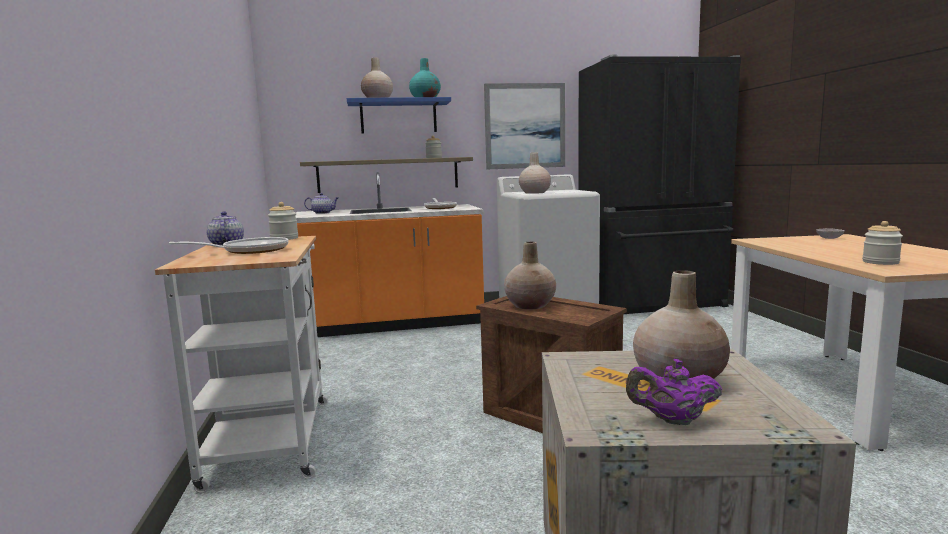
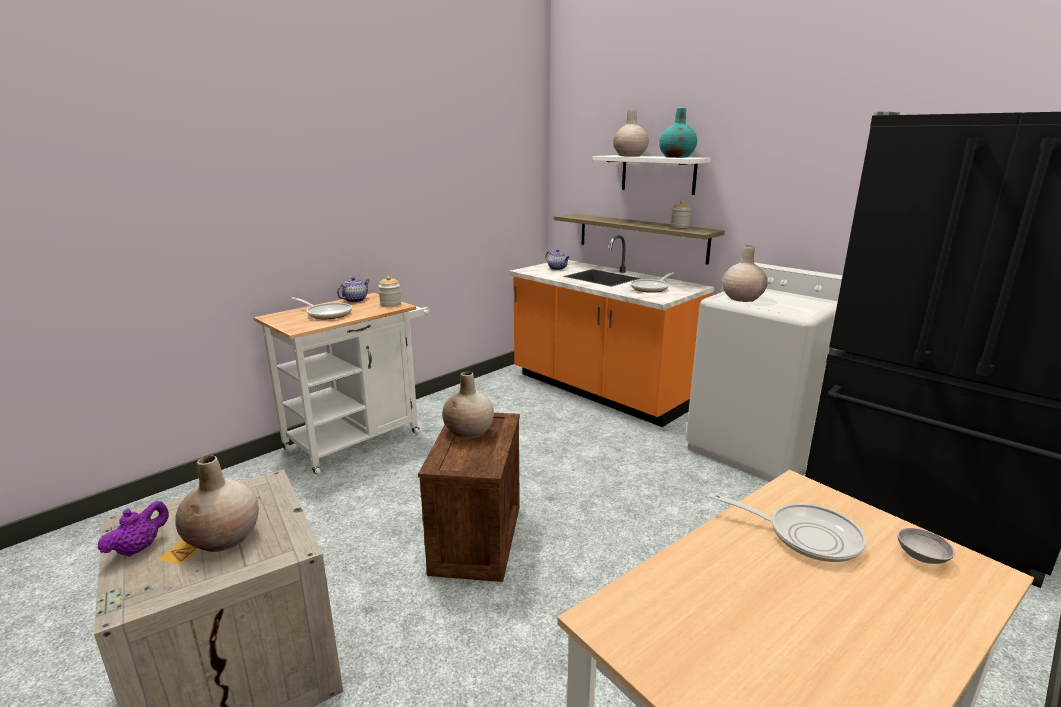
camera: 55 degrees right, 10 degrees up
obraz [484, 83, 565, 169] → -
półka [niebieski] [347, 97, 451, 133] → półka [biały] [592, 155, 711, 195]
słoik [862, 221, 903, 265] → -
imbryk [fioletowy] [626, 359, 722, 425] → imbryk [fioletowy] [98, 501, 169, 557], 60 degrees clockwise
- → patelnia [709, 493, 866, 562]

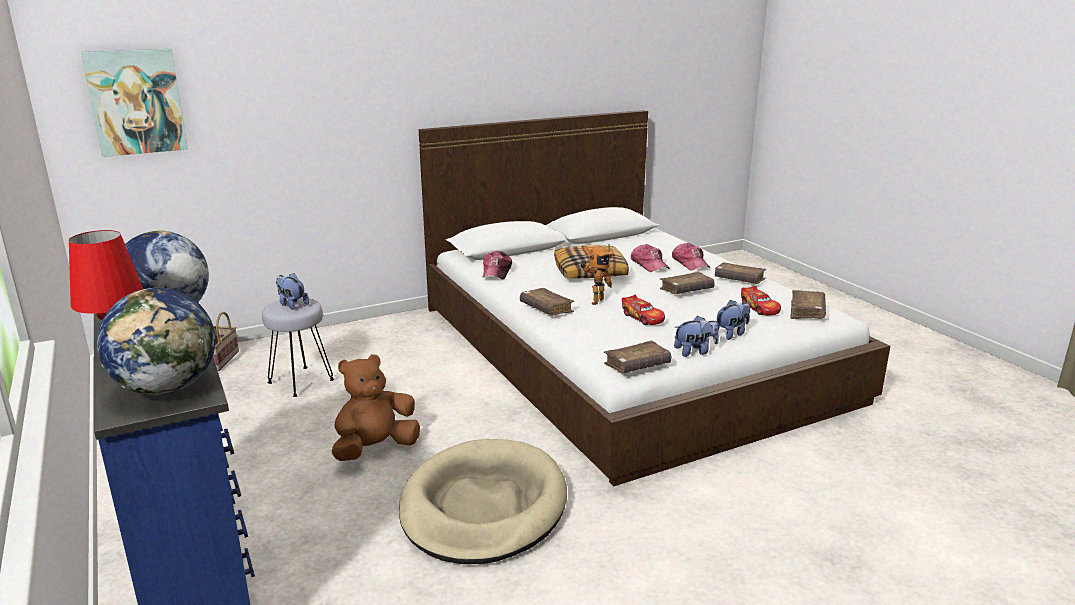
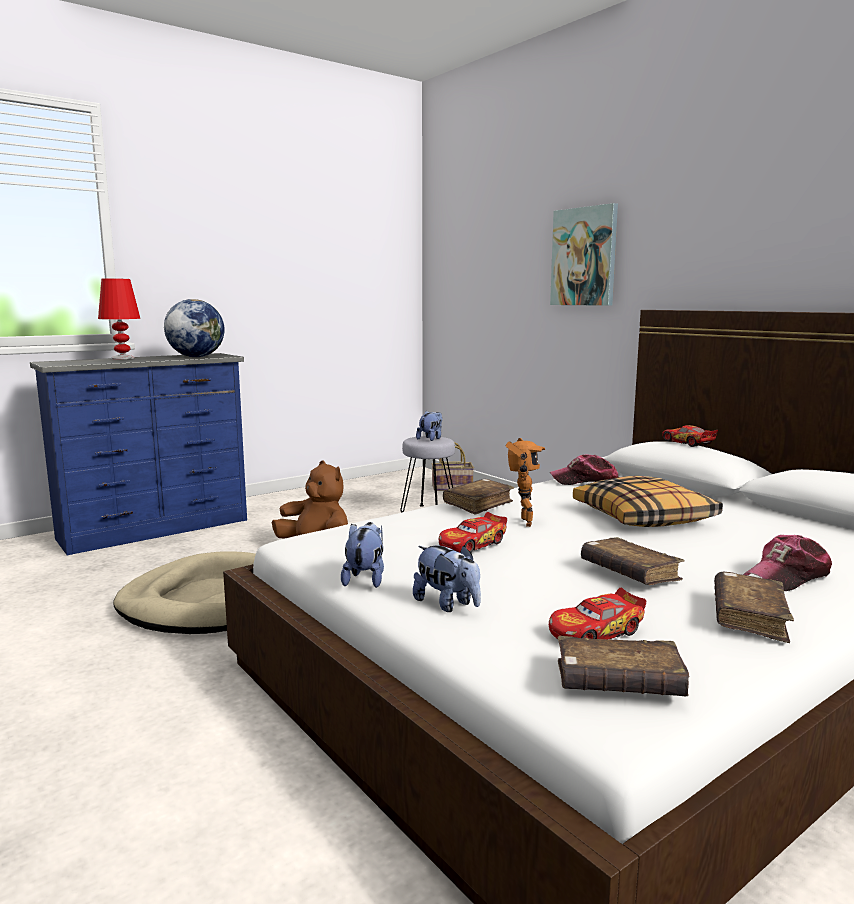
camera: 80 degrees right, 10 degrees down
obraz [80, 49, 188, 157] → obraz [550, 203, 618, 306], move
robot zabawkowy [581, 244, 615, 305] → robot zabawkowy [506, 438, 545, 527], 120 degrees counterclockwise
czapka z daszkiem [631, 244, 670, 272] → -
globus [97, 288, 215, 395] → -
pluszak [674, 316, 719, 357] → pluszak [341, 522, 384, 588], 150 degrees counterclockwise
książka [brązowy] [604, 340, 671, 373] → -
- → samochodzik [662, 425, 718, 447]

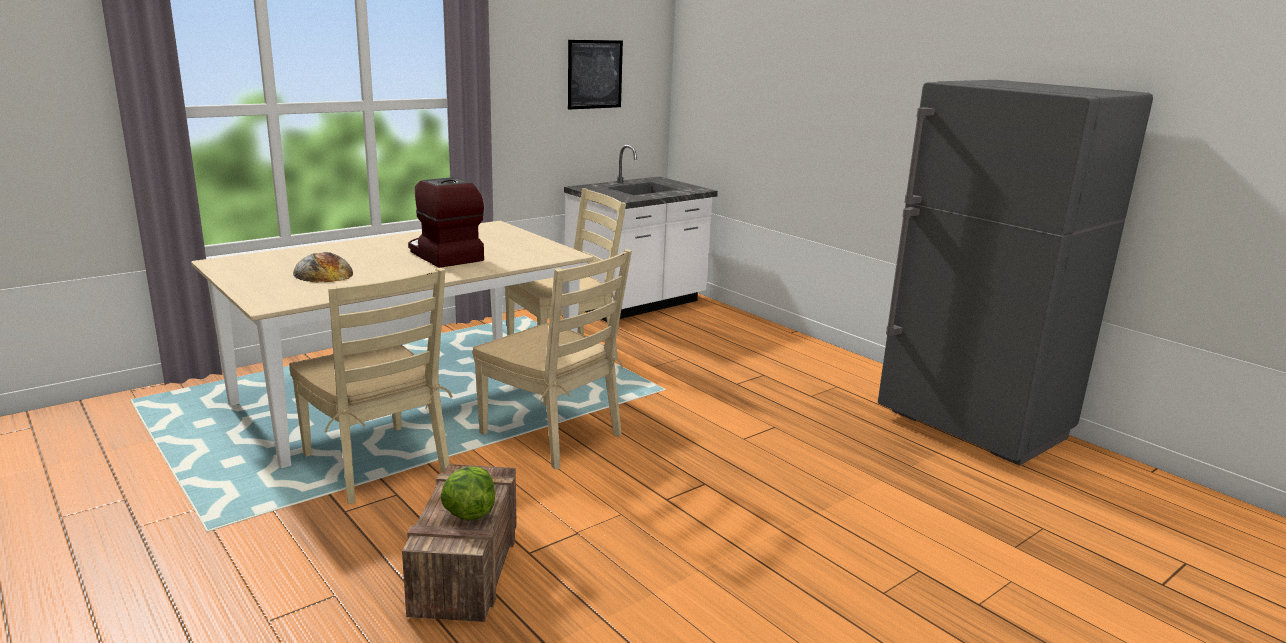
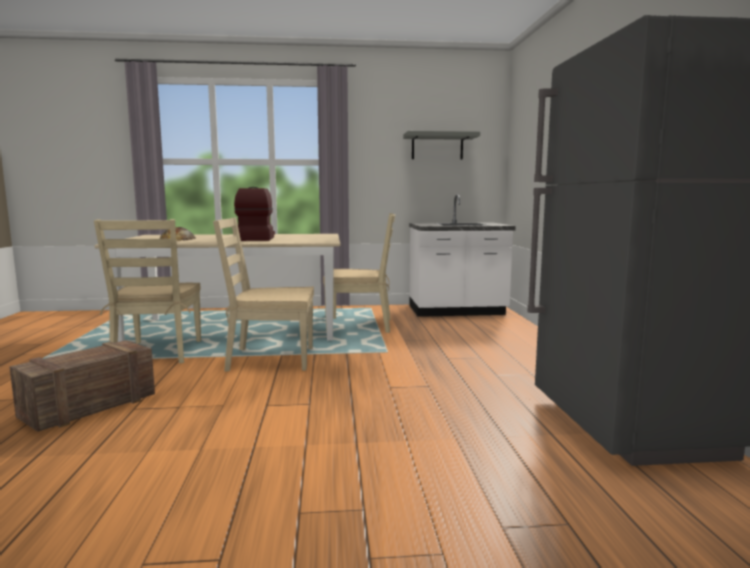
camera: 35 degrees right, 10 degrees down
obraz [568, 40, 623, 110] → półka [szary] [403, 131, 480, 160]
krzesło [beżowy] [473, 249, 632, 470] → krzesło [beżowy] [213, 217, 314, 372], 105 degrees clockwise
sałata [440, 467, 495, 520] → -

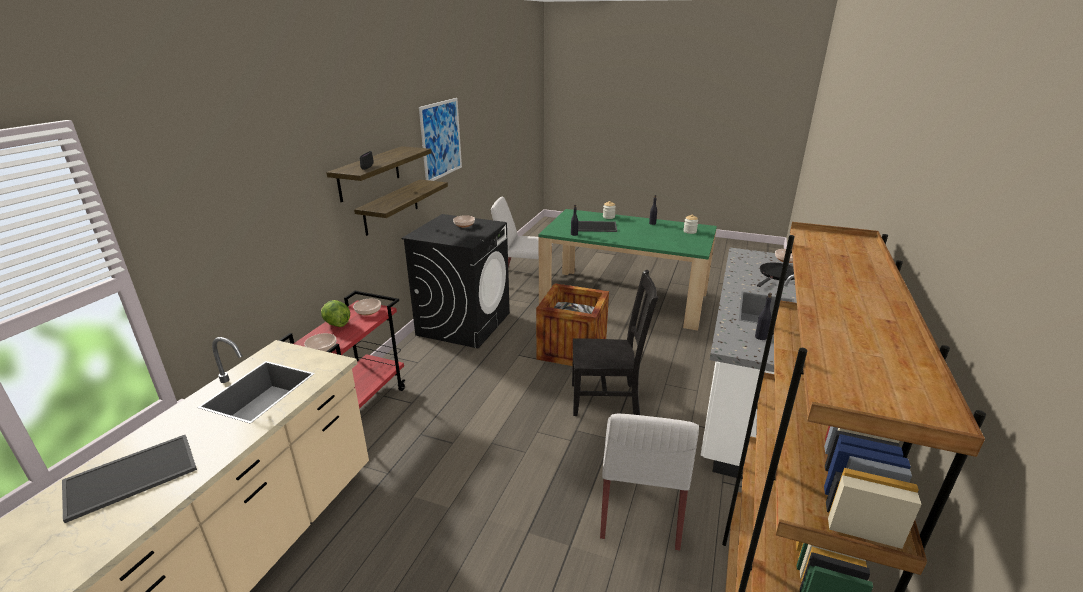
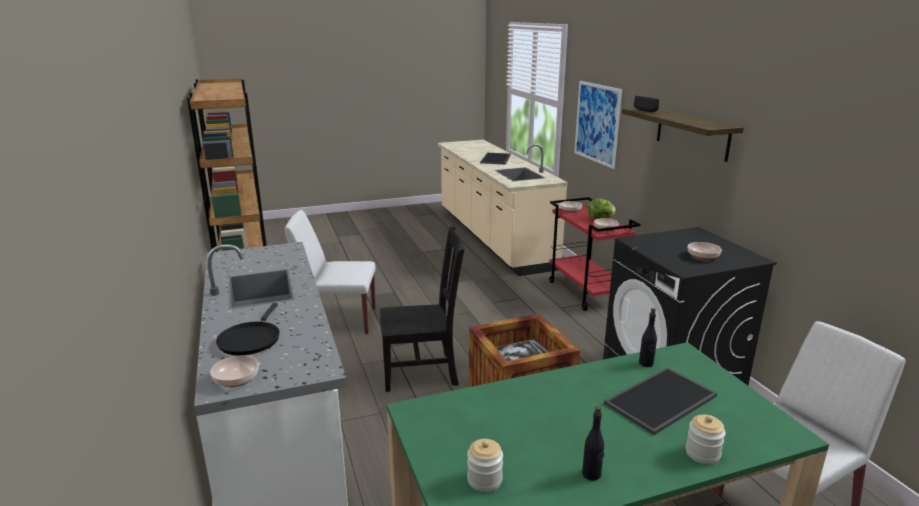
camera: 140 degrees right, 5 degrees down
obraz [419, 98, 462, 181] → obraz [574, 81, 622, 169], move
półka [354, 180, 448, 236] → -
krzesło [czarny] [572, 270, 658, 416] → krzesło [czarny] [380, 226, 465, 392], 150 degrees counterclockwise
butelka [czarny] [755, 293, 772, 340] → -
krzesło [biały] [600, 413, 699, 551] → krzesło [biały] [285, 210, 376, 334], 60 degrees counterclockwise

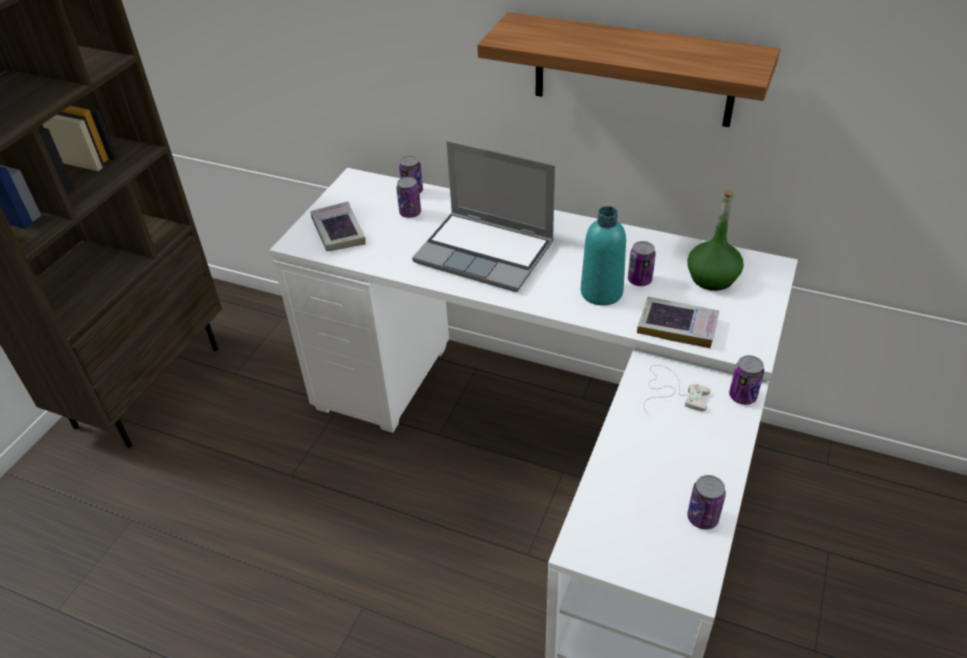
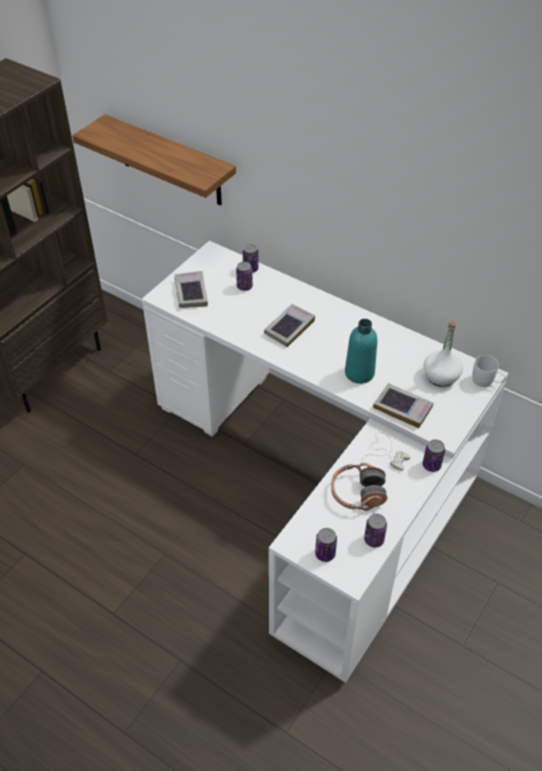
camera: 10 degrees right, 5 degrees up
półka [477, 12, 780, 127] → półka [72, 114, 236, 206], move
laptop [412, 141, 555, 292] → książka [264, 304, 315, 347]
butelka [zielony] [687, 189, 744, 291] → butelka [biały] [423, 321, 463, 387]
puszka [628, 241, 656, 286] → puszka [315, 528, 337, 562], move
- → kubek [biały] [472, 355, 506, 387]
- → słuchawki [331, 463, 387, 511]

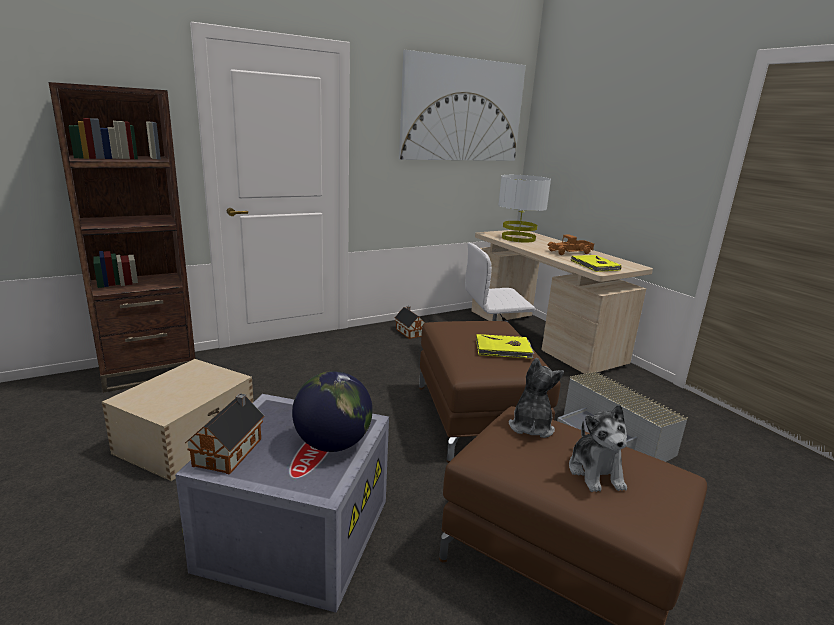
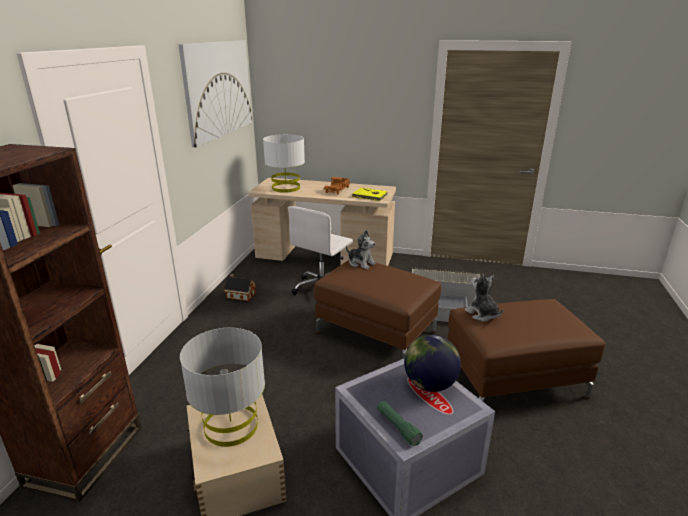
camera: 45 degrees left, 5 degrees up
książka [żółty] [476, 334, 534, 359] → -
domek [185, 393, 264, 475] → latarka [zielony] [377, 401, 423, 446]
pluszak [569, 405, 627, 492] → pluszak [346, 230, 376, 269], move
- → lampa stołowa [szary] [180, 328, 265, 447]

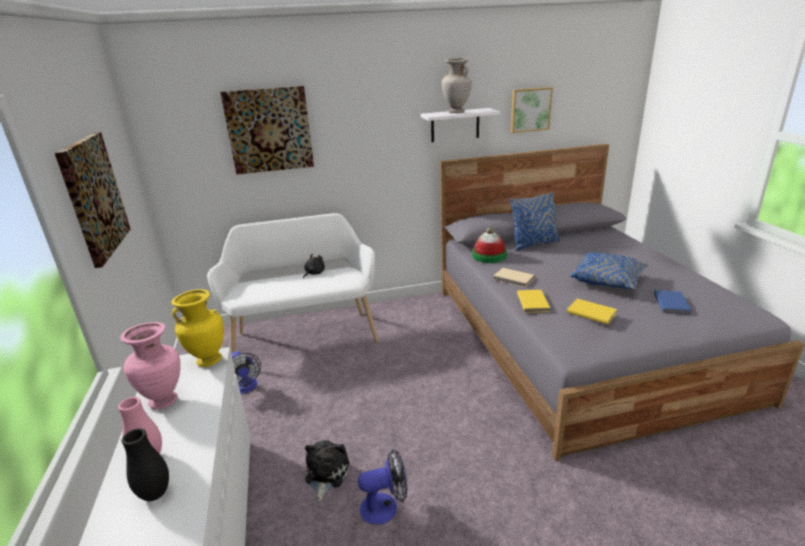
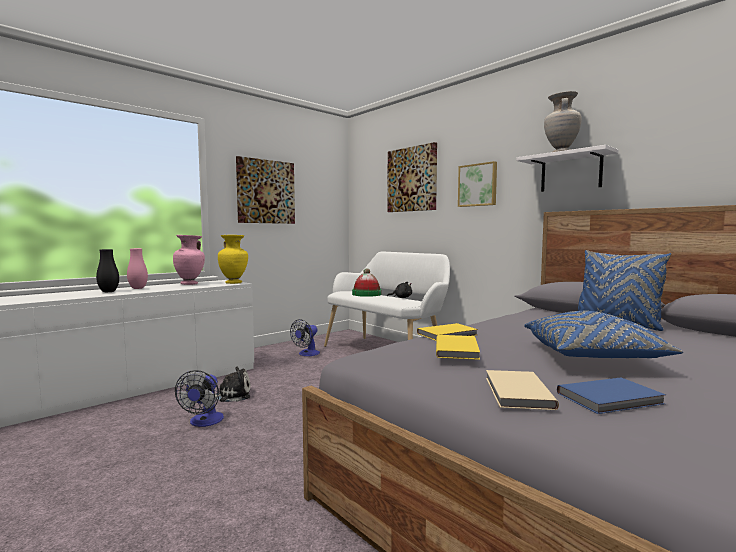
camera: 60 degrees right, 20 degrees down
obraz [511, 87, 553, 133] → obraz [458, 161, 497, 207], move
kapelusz [472, 227, 507, 263] → kapelusz [352, 268, 381, 297], move
książka [beżowy] [494, 268, 535, 287] → książka [beżowy] [486, 370, 559, 410], move
wentylator [358, 449, 407, 525] → wentylator [175, 370, 224, 427], 45 degrees clockwise

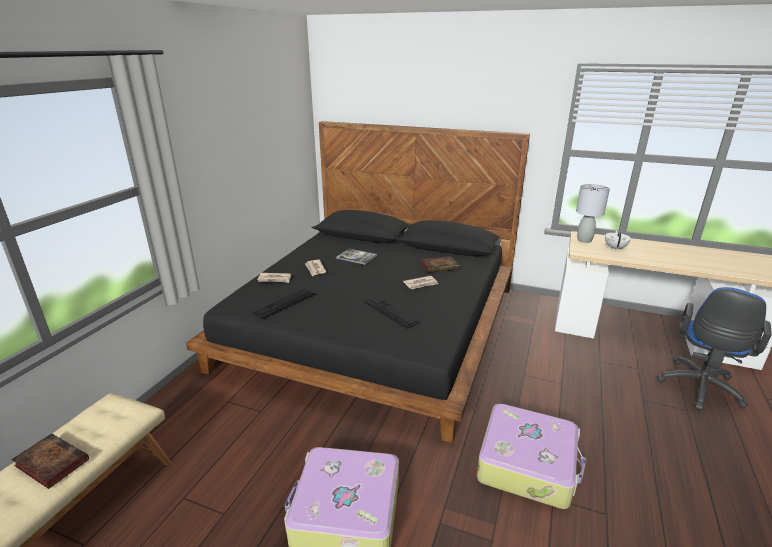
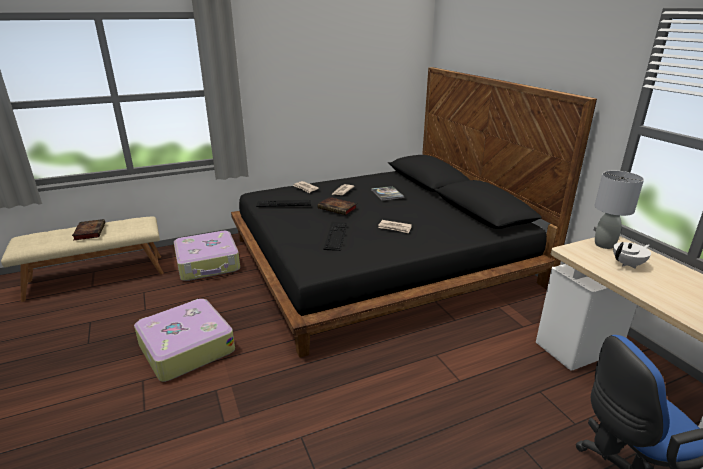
camera: 45 degrees right, 0 degrees up
książka [420, 256, 460, 273] → książka [317, 197, 357, 215], move
walizka [477, 404, 586, 509] → walizka [174, 231, 240, 281], move

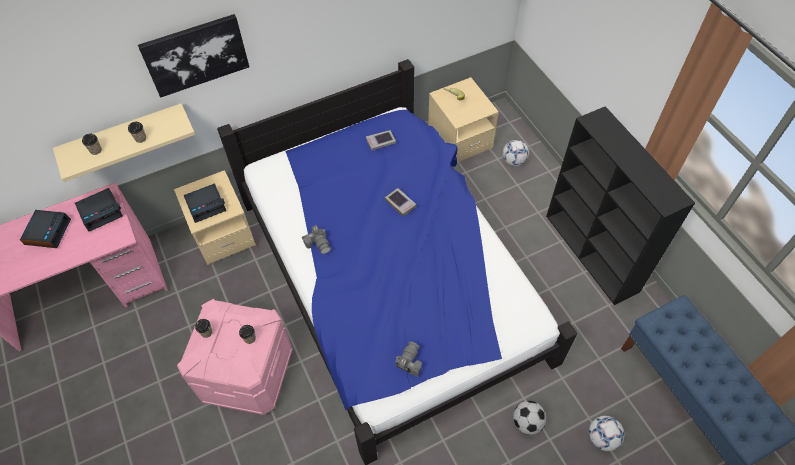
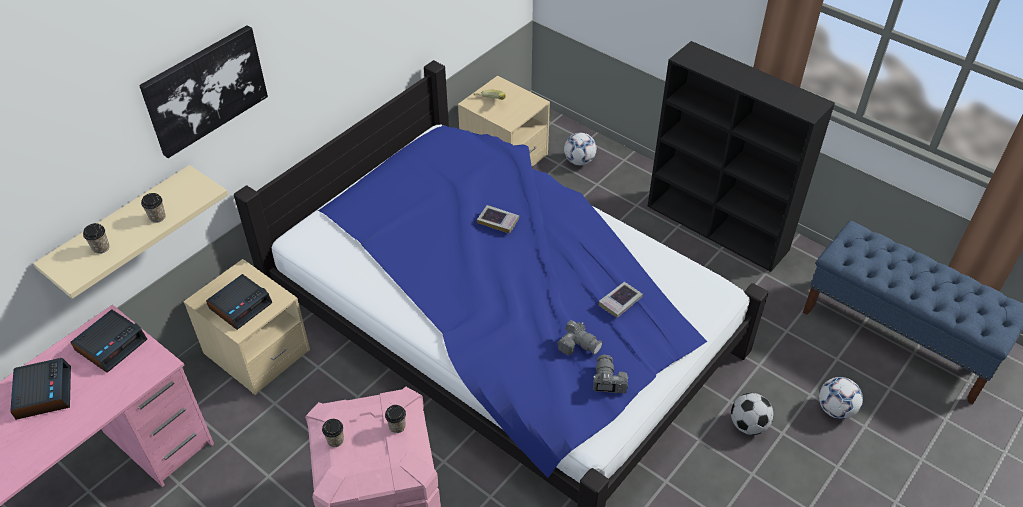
camera: 25 degrees left, 10 degrees down
książka [366, 130, 396, 150] → książka [599, 282, 643, 318], move
aparat fotograficzny [302, 225, 331, 254] → aparat fotograficzny [557, 320, 603, 355], move

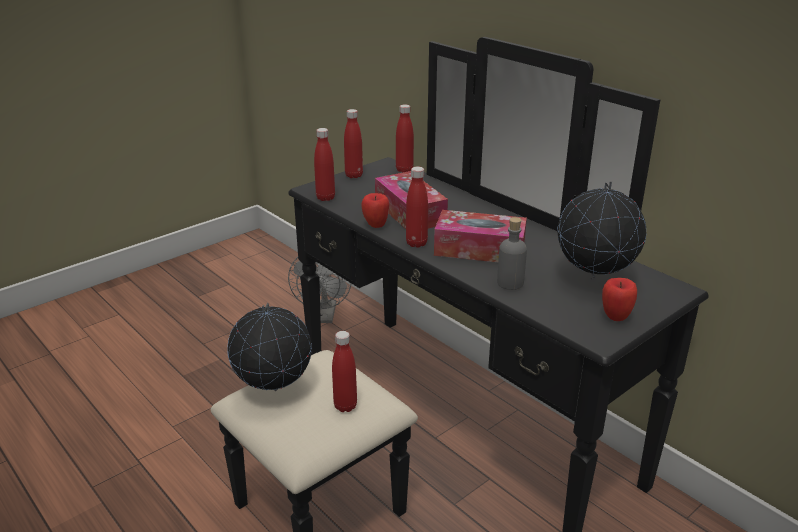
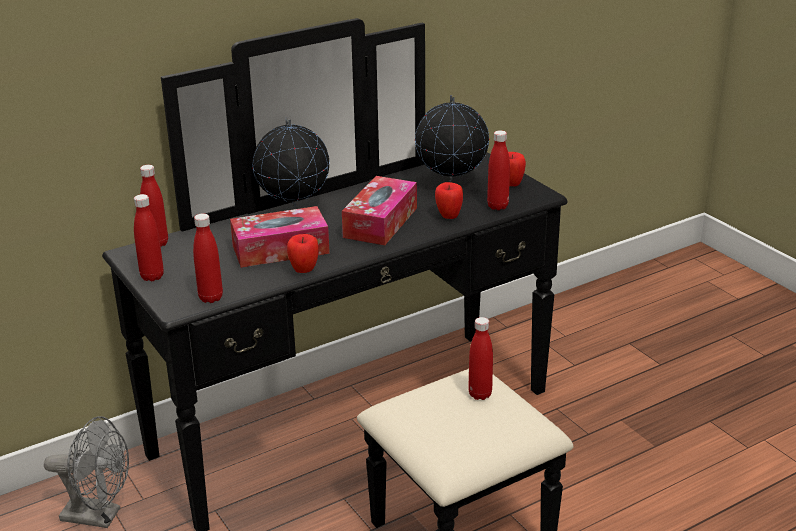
camera: 80 degrees left, 0 degrees up
butelka [czerwony] [406, 167, 428, 248] → butelka [czerwony] [487, 130, 510, 210], move
butelka [szary] [497, 217, 527, 290] → jabłko [435, 182, 463, 219]
globus [227, 303, 312, 391] → globus [252, 118, 330, 207], move

